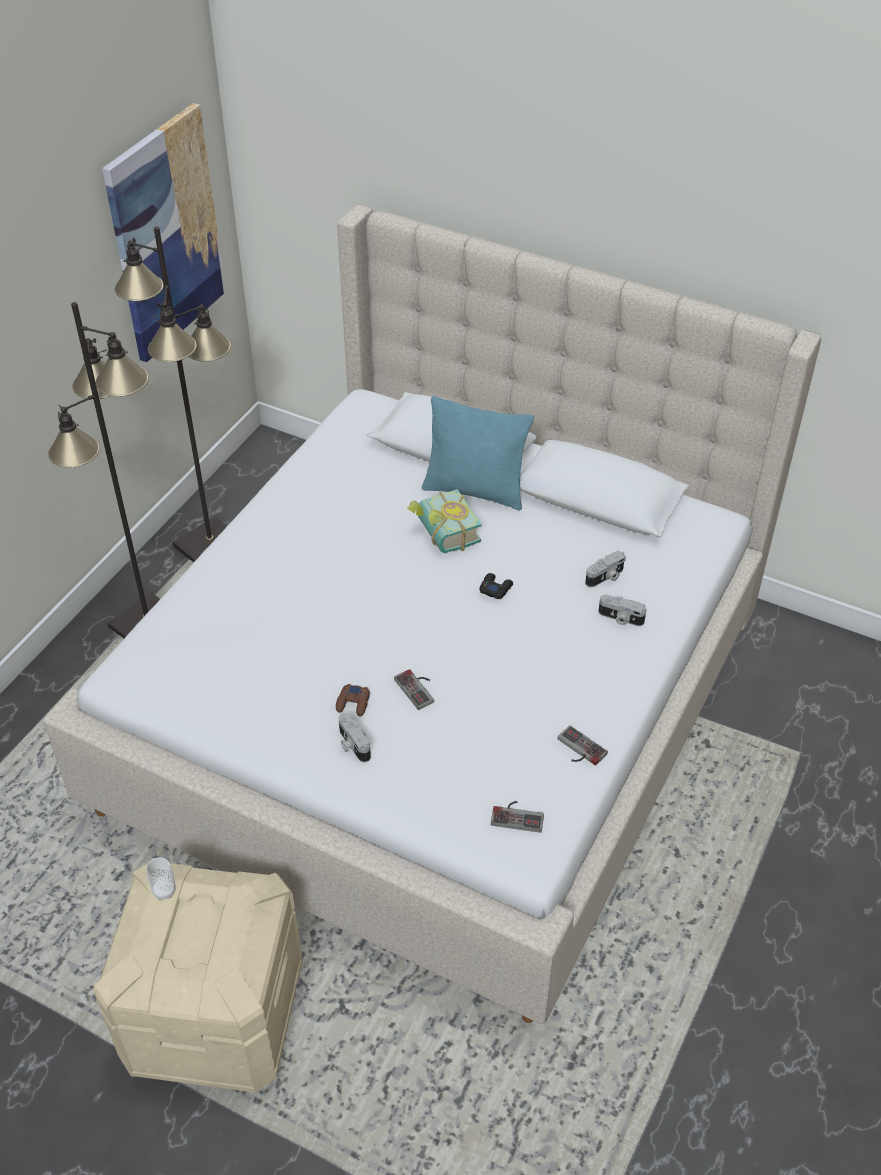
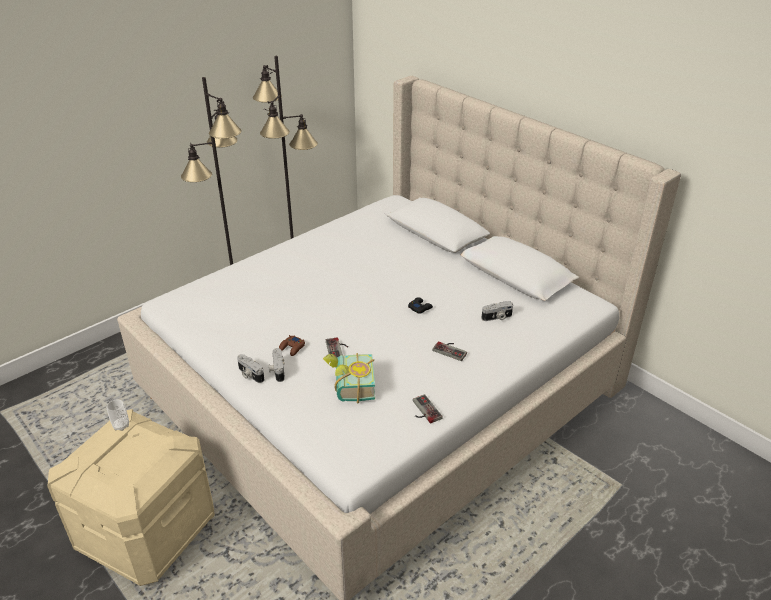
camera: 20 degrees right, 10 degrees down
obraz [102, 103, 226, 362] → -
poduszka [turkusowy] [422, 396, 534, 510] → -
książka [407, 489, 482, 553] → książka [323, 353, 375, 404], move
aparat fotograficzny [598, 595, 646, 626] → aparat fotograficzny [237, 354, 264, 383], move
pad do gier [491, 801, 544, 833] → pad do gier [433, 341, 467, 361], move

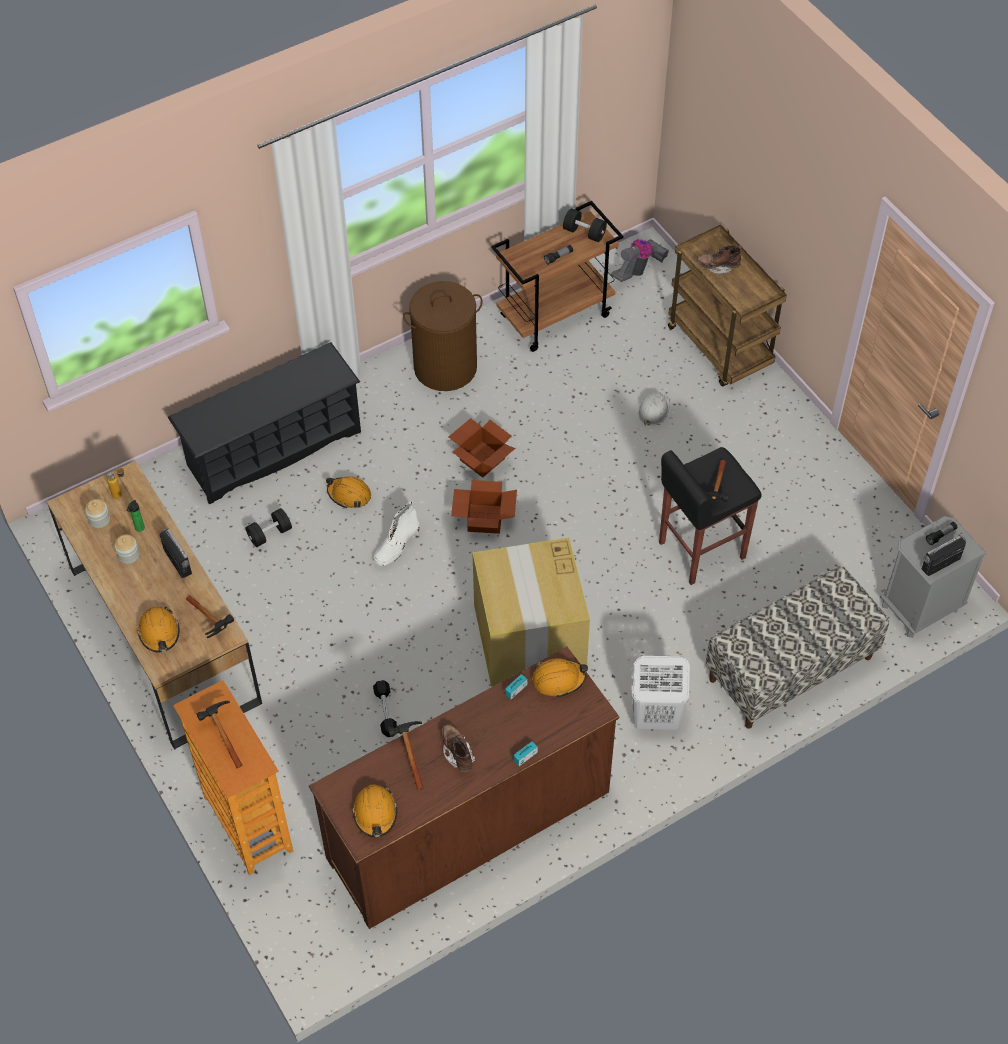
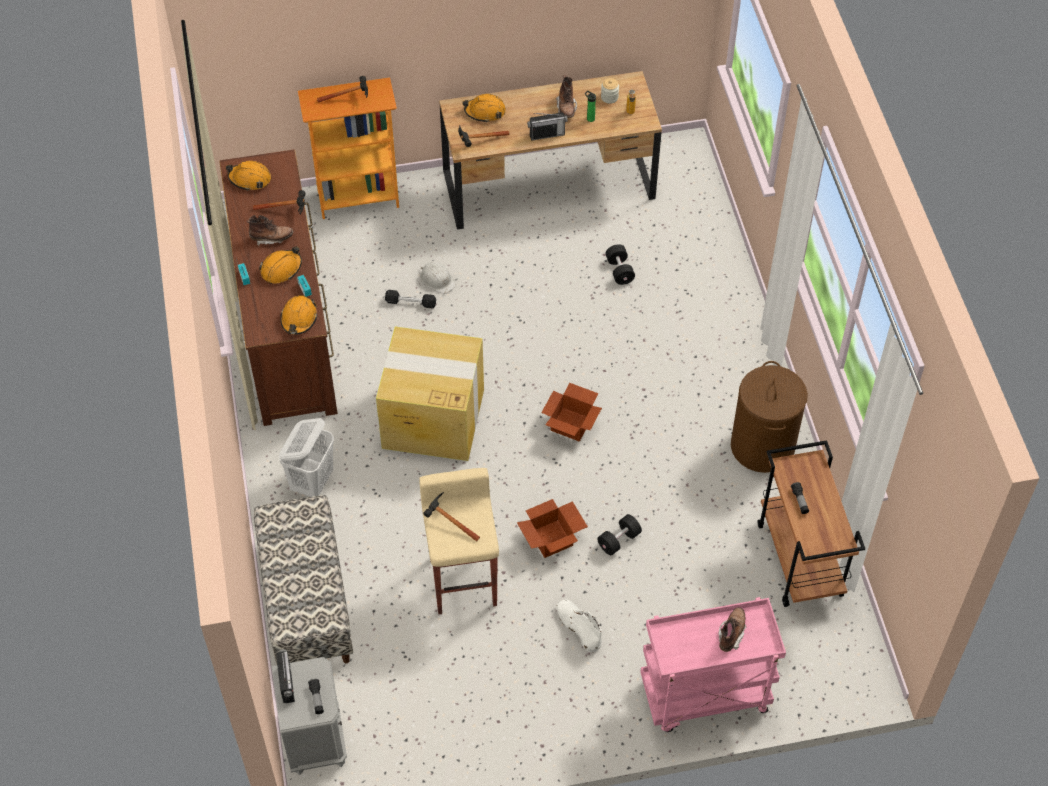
camera: 110 degrees right, 0 degrees up
hantel [czarny] [563, 208, 607, 242] → hantel [czarny] [597, 514, 642, 555], move
wózek [brązowy] [668, 225, 787, 387] → wózek [różowy] [641, 597, 786, 732]
odkurzacz [611, 239, 669, 282] → -
regał na buty [czarny] [168, 342, 361, 504] → -
kask [biały] [638, 392, 670, 426] → kask [biały] [420, 262, 456, 294], move
karton [448, 418, 516, 478] → karton [517, 499, 588, 558], move
stołek [czarny] [659, 447, 762, 585] → stołek [beżowy] [419, 468, 499, 614]
kask [pomarańczowy] [326, 476, 371, 508] → kask [pomarańczowy] [259, 246, 302, 284], move
but z cholewką [biały] [373, 501, 420, 566] → but z cholewką [biały] [557, 600, 602, 653], move
słoik [115, 535, 139, 564] → but z cholewką [brązowy] [556, 75, 577, 118]

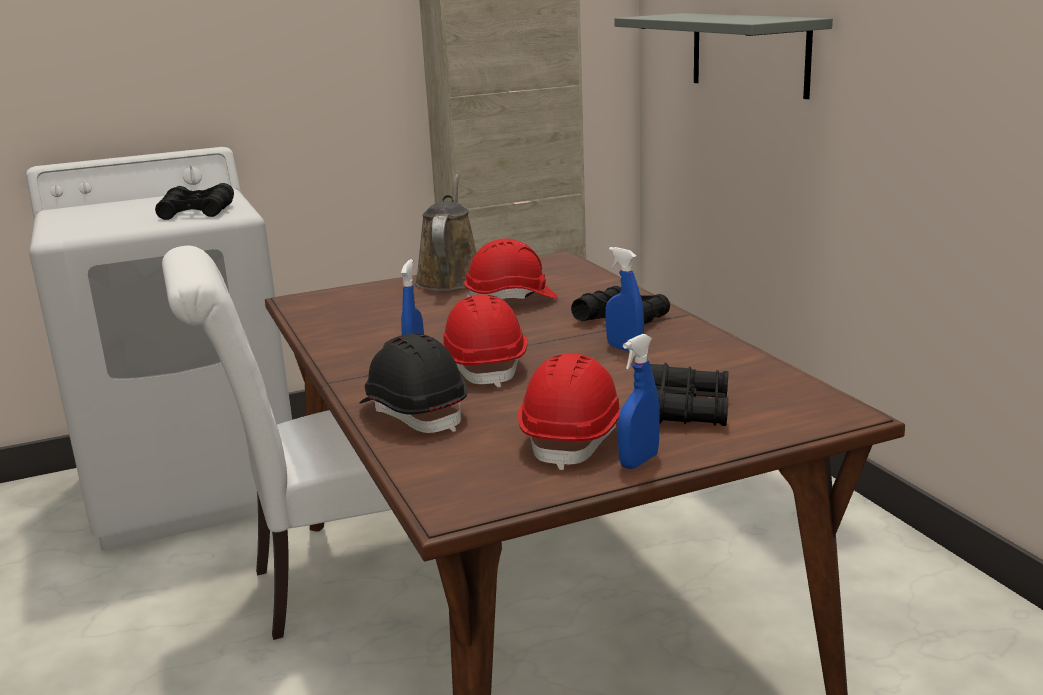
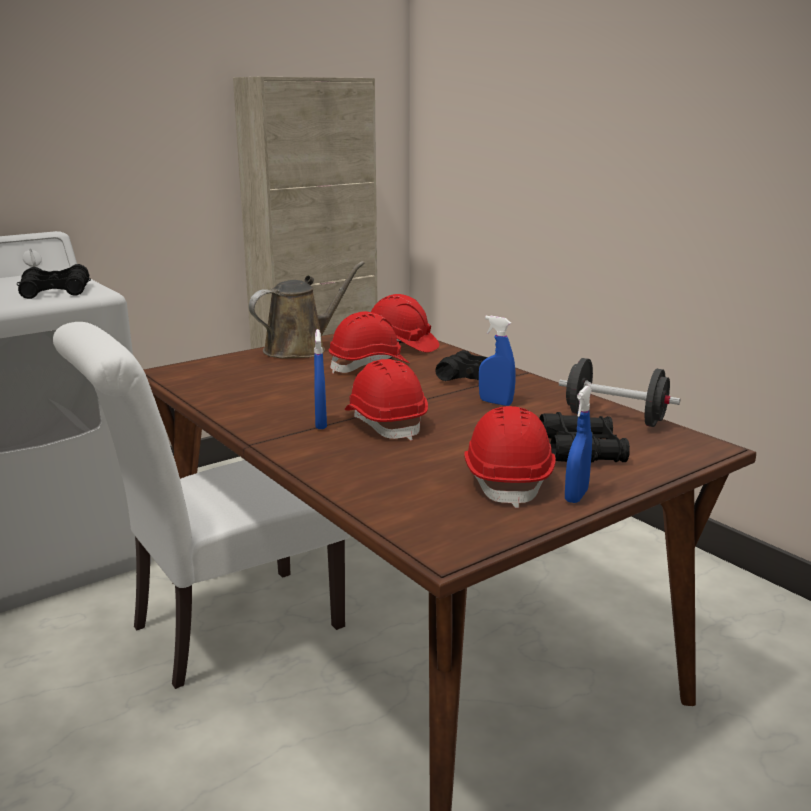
camera: 15 degrees left, 0 degrees up
półka [szary] [614, 13, 833, 99] → -
konewka [brązowy] [414, 174, 477, 291] → konewka [brązowy] [249, 261, 365, 359], 60 degrees clockwise
kask [czarny] [359, 334, 467, 433] → -
- → kask [czerwony] [371, 294, 439, 353]
- → hantel [czarny] [559, 358, 680, 427]

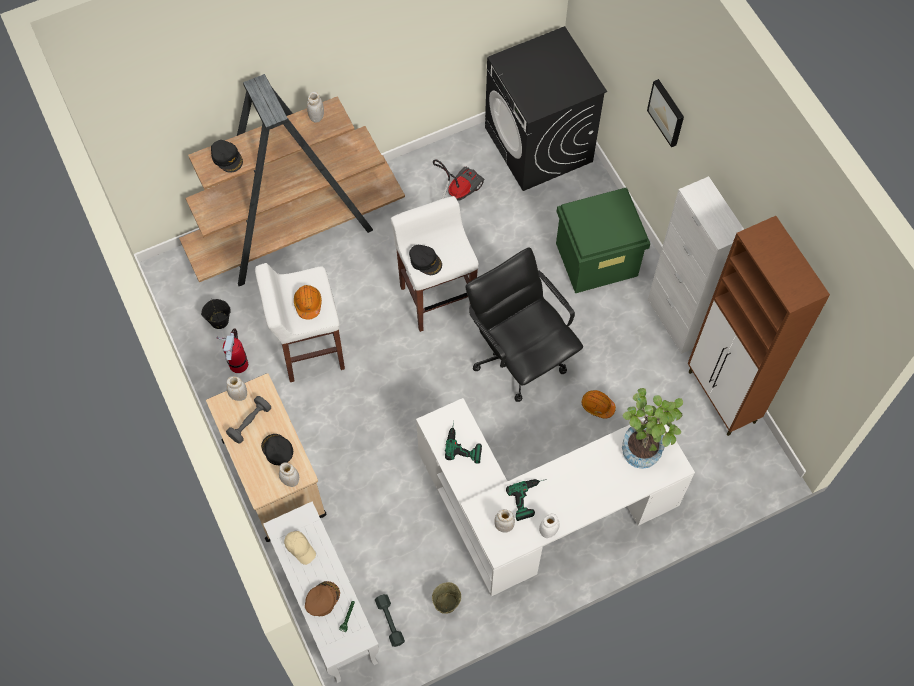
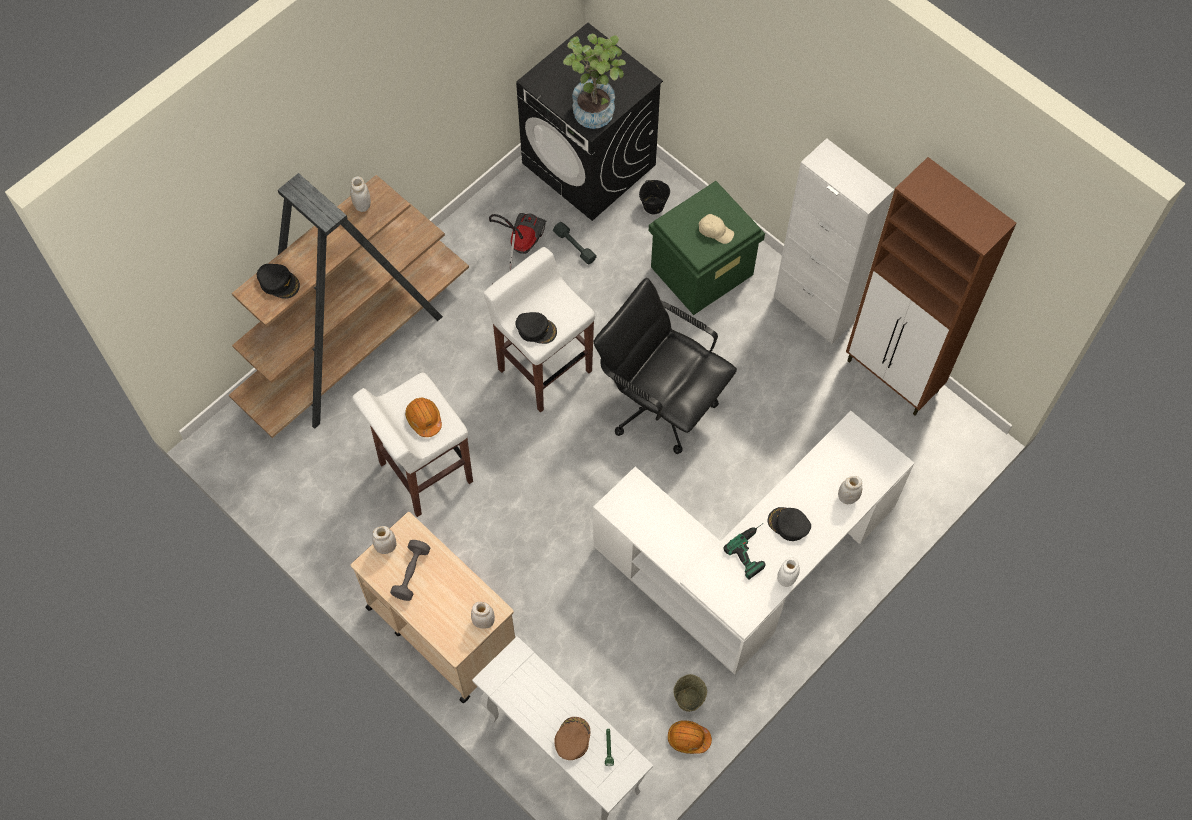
camera: 20 degrees left, 0 degrees up
obraz [647, 79, 684, 147] → -
wiadro [czarny] [201, 299, 231, 329] → wiadro [czarny] [639, 180, 670, 214], move
gaśnica [217, 328, 248, 373] → -
roślina doniczkowa [622, 388, 683, 469] → roślina doniczkowa [563, 34, 626, 129], move
kask [pomarańczowy] [582, 390, 616, 419] → kask [pomarańczowy] [668, 720, 712, 754], move
wiertarka [445, 421, 482, 464] → -
czapka z daszkiem [czarny] [261, 434, 293, 465] → czapka z daszkiem [czarny] [768, 507, 811, 541], move
słoik [biały] [494, 509, 515, 533] → słoik [biały] [838, 476, 862, 504], move
czapka z daszkiem [beżowy] [284, 531, 316, 565] → czapka z daszkiem [beżowy] [699, 214, 734, 244], move
hantel [szary] [375, 594, 405, 647] → hantel [szary] [553, 222, 597, 264], move

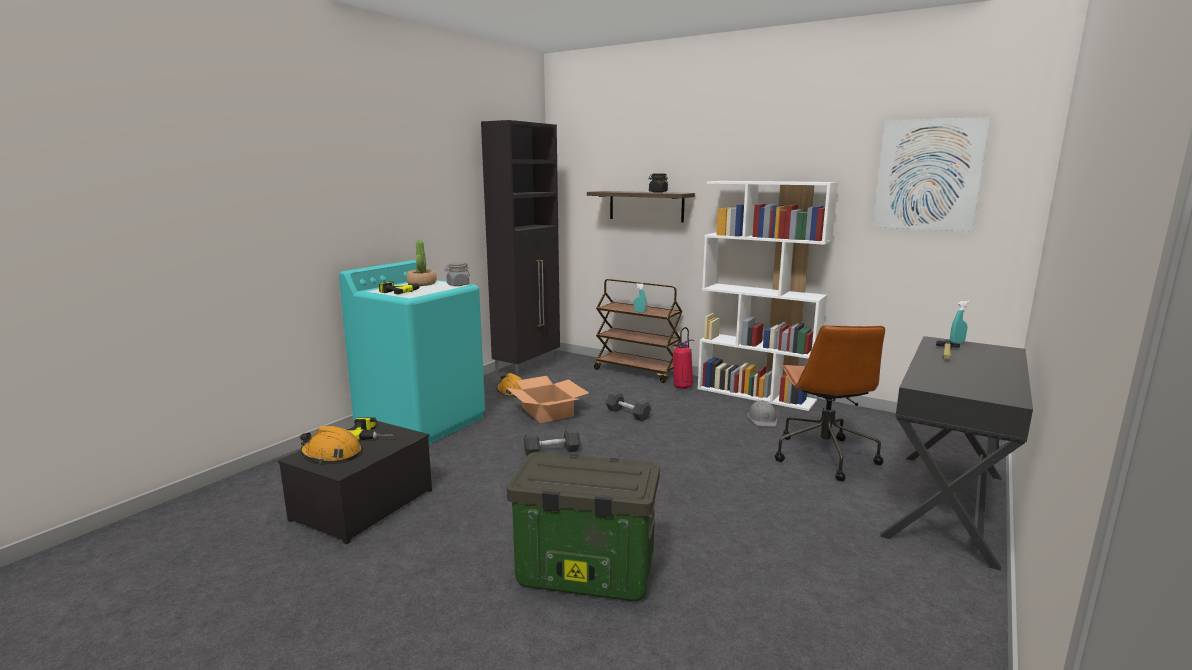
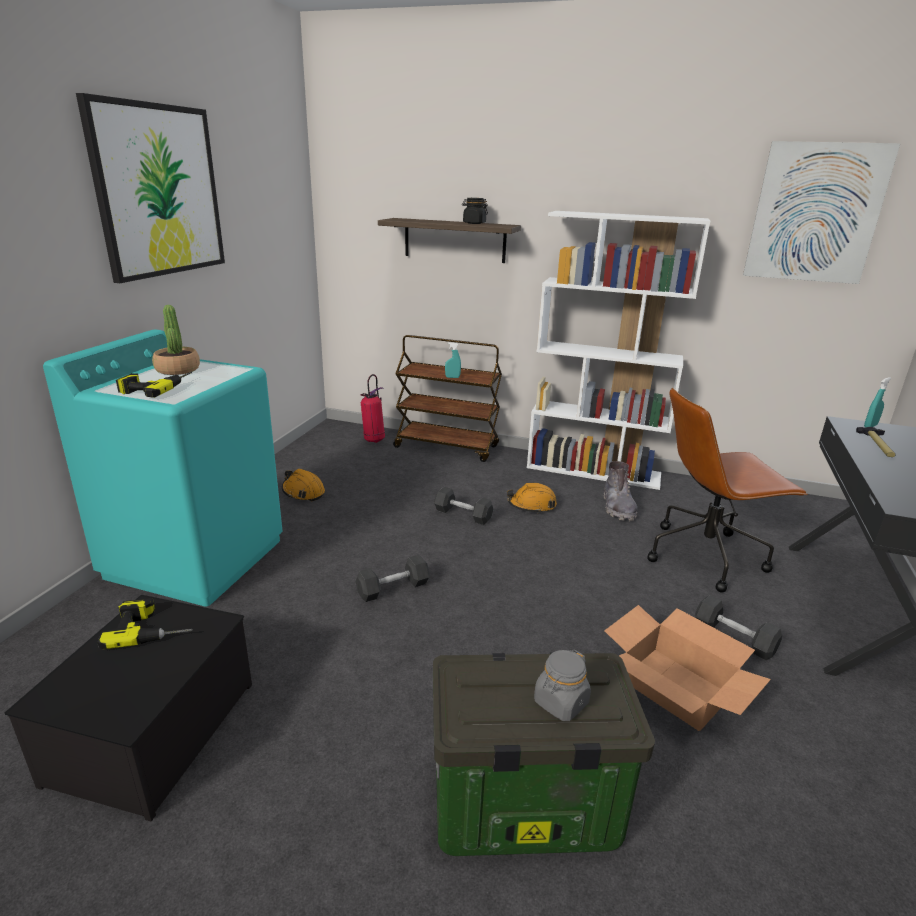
camera: 15 degrees left, 10 degrees up
szafka [czarny] [481, 120, 560, 376] → -
słoik [szary] [444, 262, 470, 286] → słoik [szary] [534, 650, 591, 721], move
krzesło biurowe [brązowy] [775, 325, 885, 481] → krzesło biurowe [brązowy] [647, 388, 808, 592], 90 degrees clockwise
gaśnica [673, 327, 694, 389] → gaśnica [361, 374, 385, 443], move
karton [507, 376, 589, 423] → karton [604, 605, 771, 731], move
kask [szary] [747, 400, 777, 427] → but z cholewką [szary] [604, 461, 637, 521]
kask [pomarańczowy] [300, 426, 361, 463] → kask [pomarańczowy] [507, 483, 557, 514], move
- → obraz [76, 93, 225, 283]
- → hantel [szary] [695, 595, 782, 660]

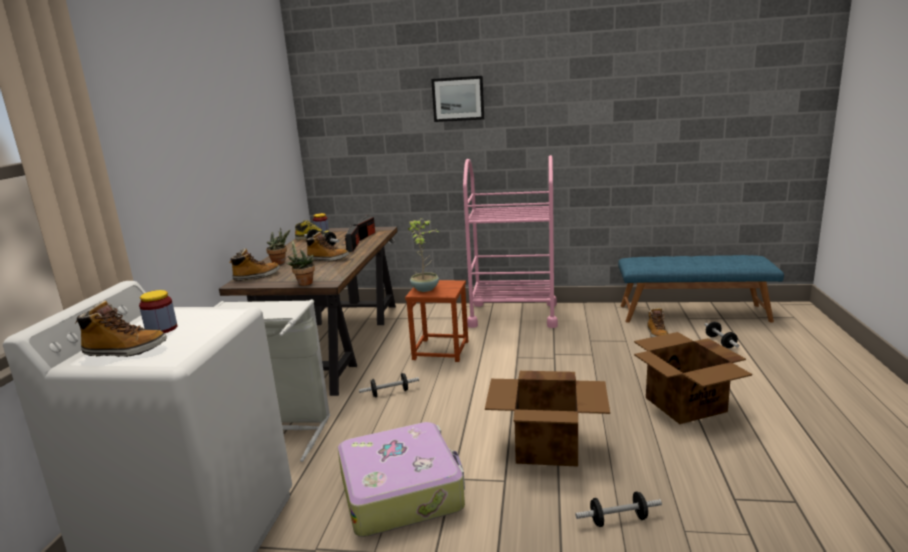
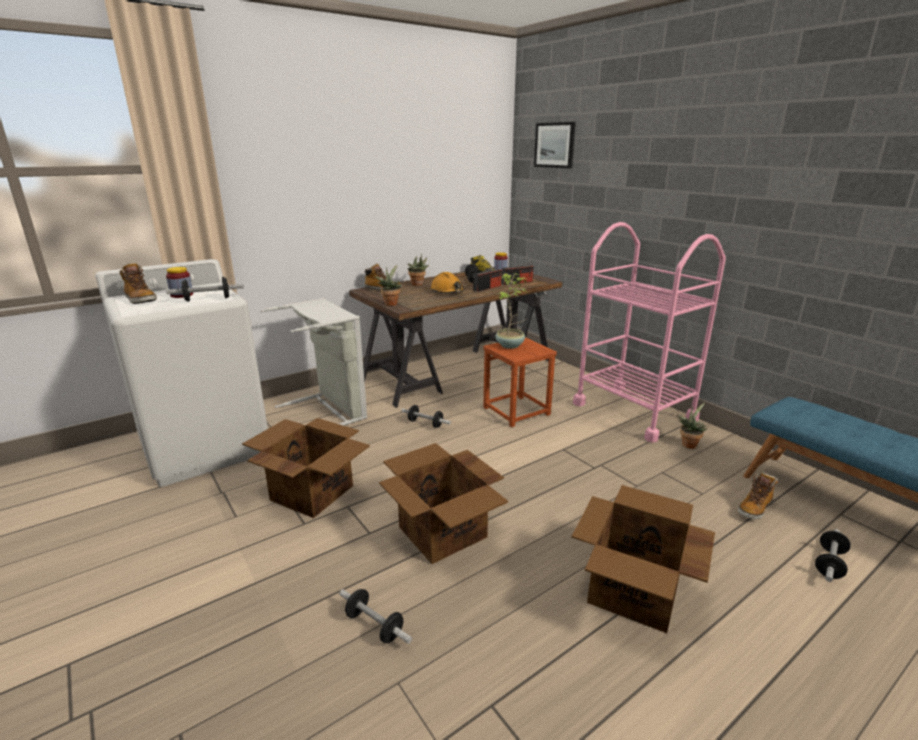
camera: 45 degrees right, 5 degrees up
obraz [431, 76, 484, 122] → obraz [534, 122, 576, 169], move
but z cholewką [305, 232, 349, 262] → kask [pomarańczowy] [431, 272, 465, 293]
walizka [338, 422, 465, 537] → karton [242, 418, 370, 518]
- → hantel [166, 277, 244, 301]
- → roślina doniczkowa [677, 402, 707, 449]

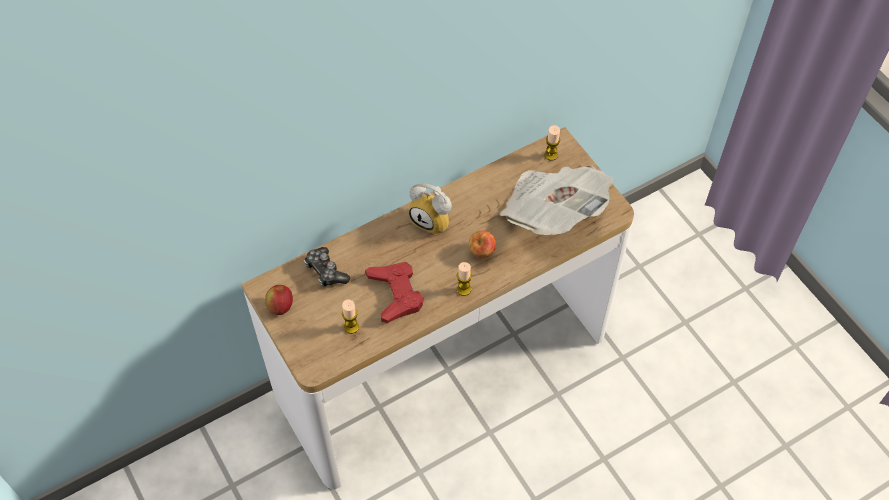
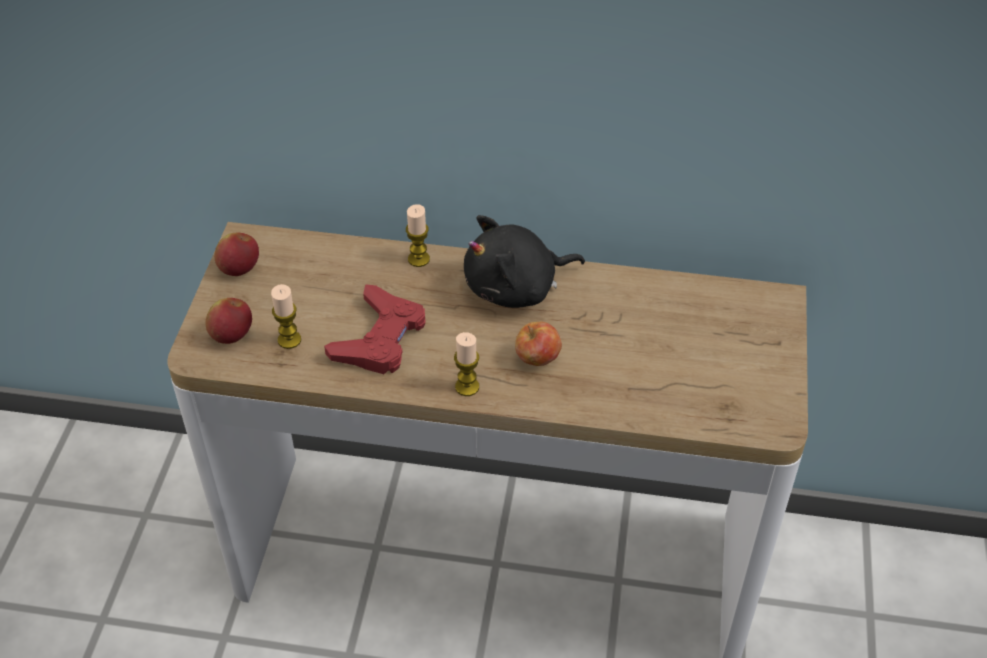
camera: 40 degrees right, 10 degrees down
świeca [544, 125, 560, 161] → świeca [406, 204, 430, 267], move
gazeta [500, 166, 614, 235] → -
budzik [409, 183, 452, 235] → pluszak [czarny] [464, 215, 585, 308]
pad do gier [304, 247, 350, 287] → -
- → jabłko [205, 298, 252, 344]

